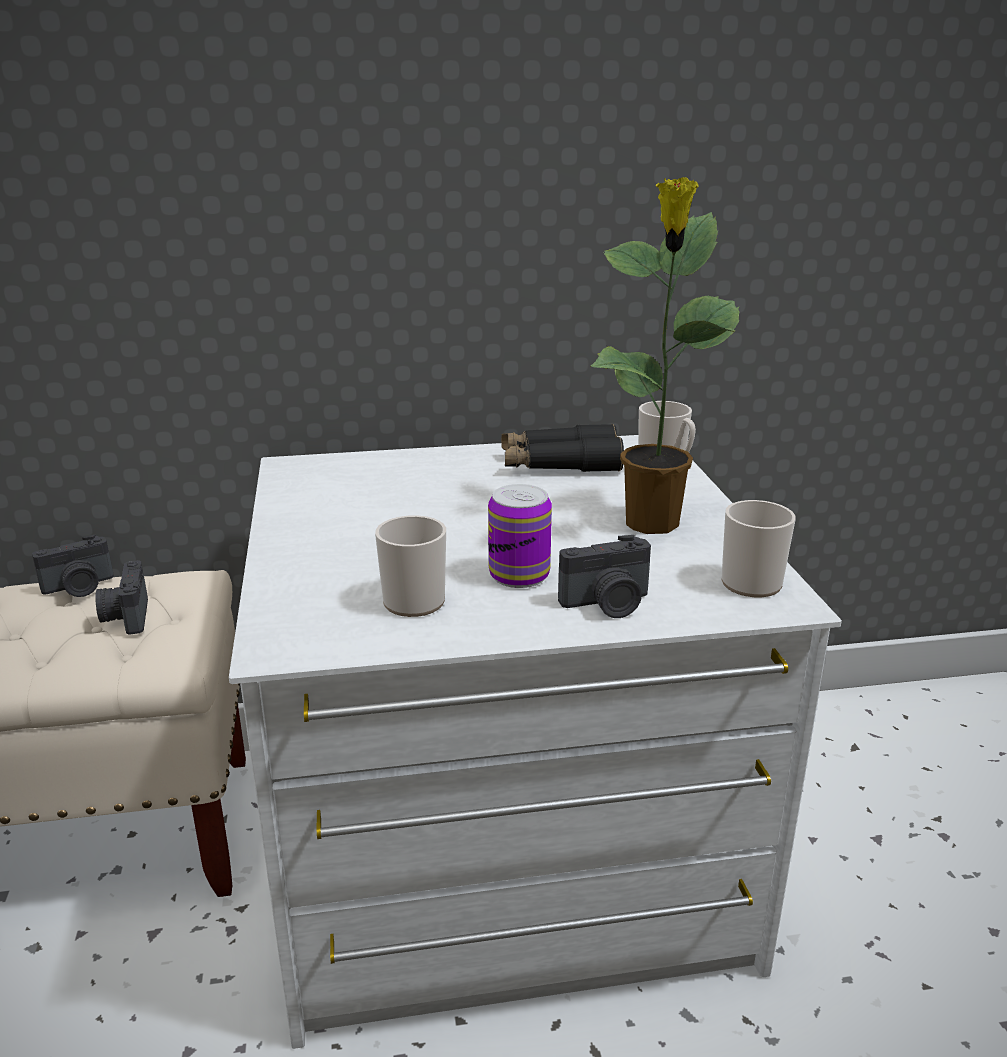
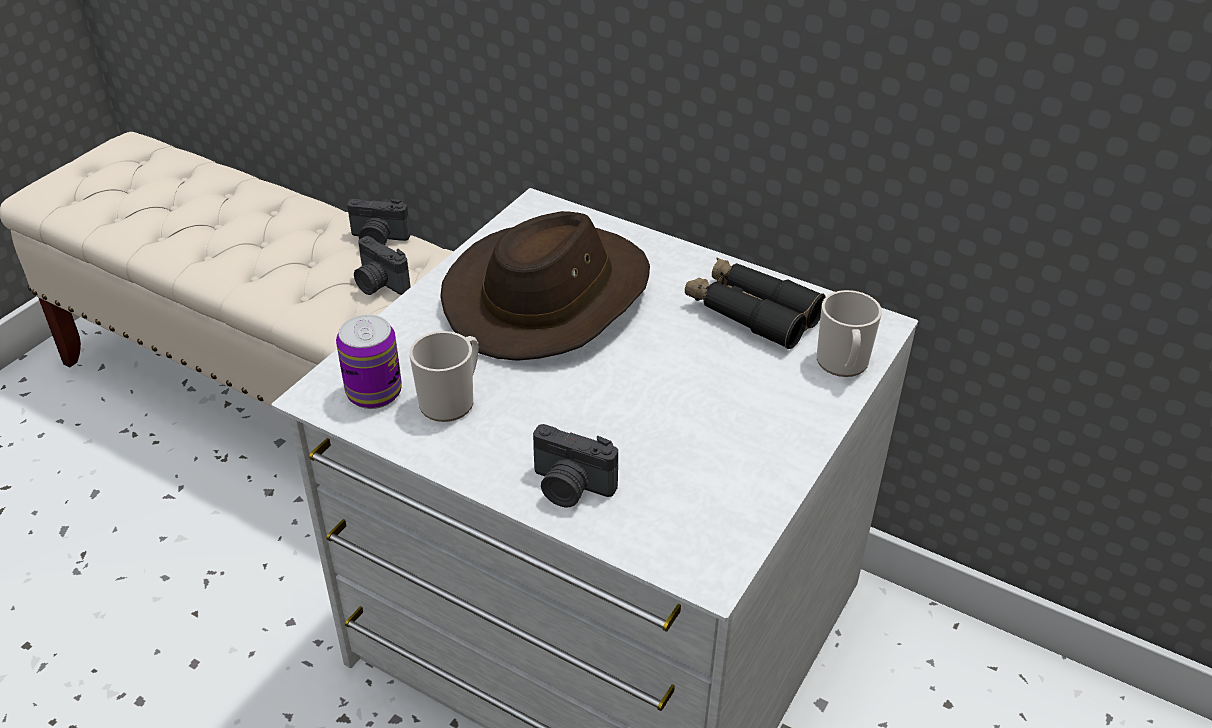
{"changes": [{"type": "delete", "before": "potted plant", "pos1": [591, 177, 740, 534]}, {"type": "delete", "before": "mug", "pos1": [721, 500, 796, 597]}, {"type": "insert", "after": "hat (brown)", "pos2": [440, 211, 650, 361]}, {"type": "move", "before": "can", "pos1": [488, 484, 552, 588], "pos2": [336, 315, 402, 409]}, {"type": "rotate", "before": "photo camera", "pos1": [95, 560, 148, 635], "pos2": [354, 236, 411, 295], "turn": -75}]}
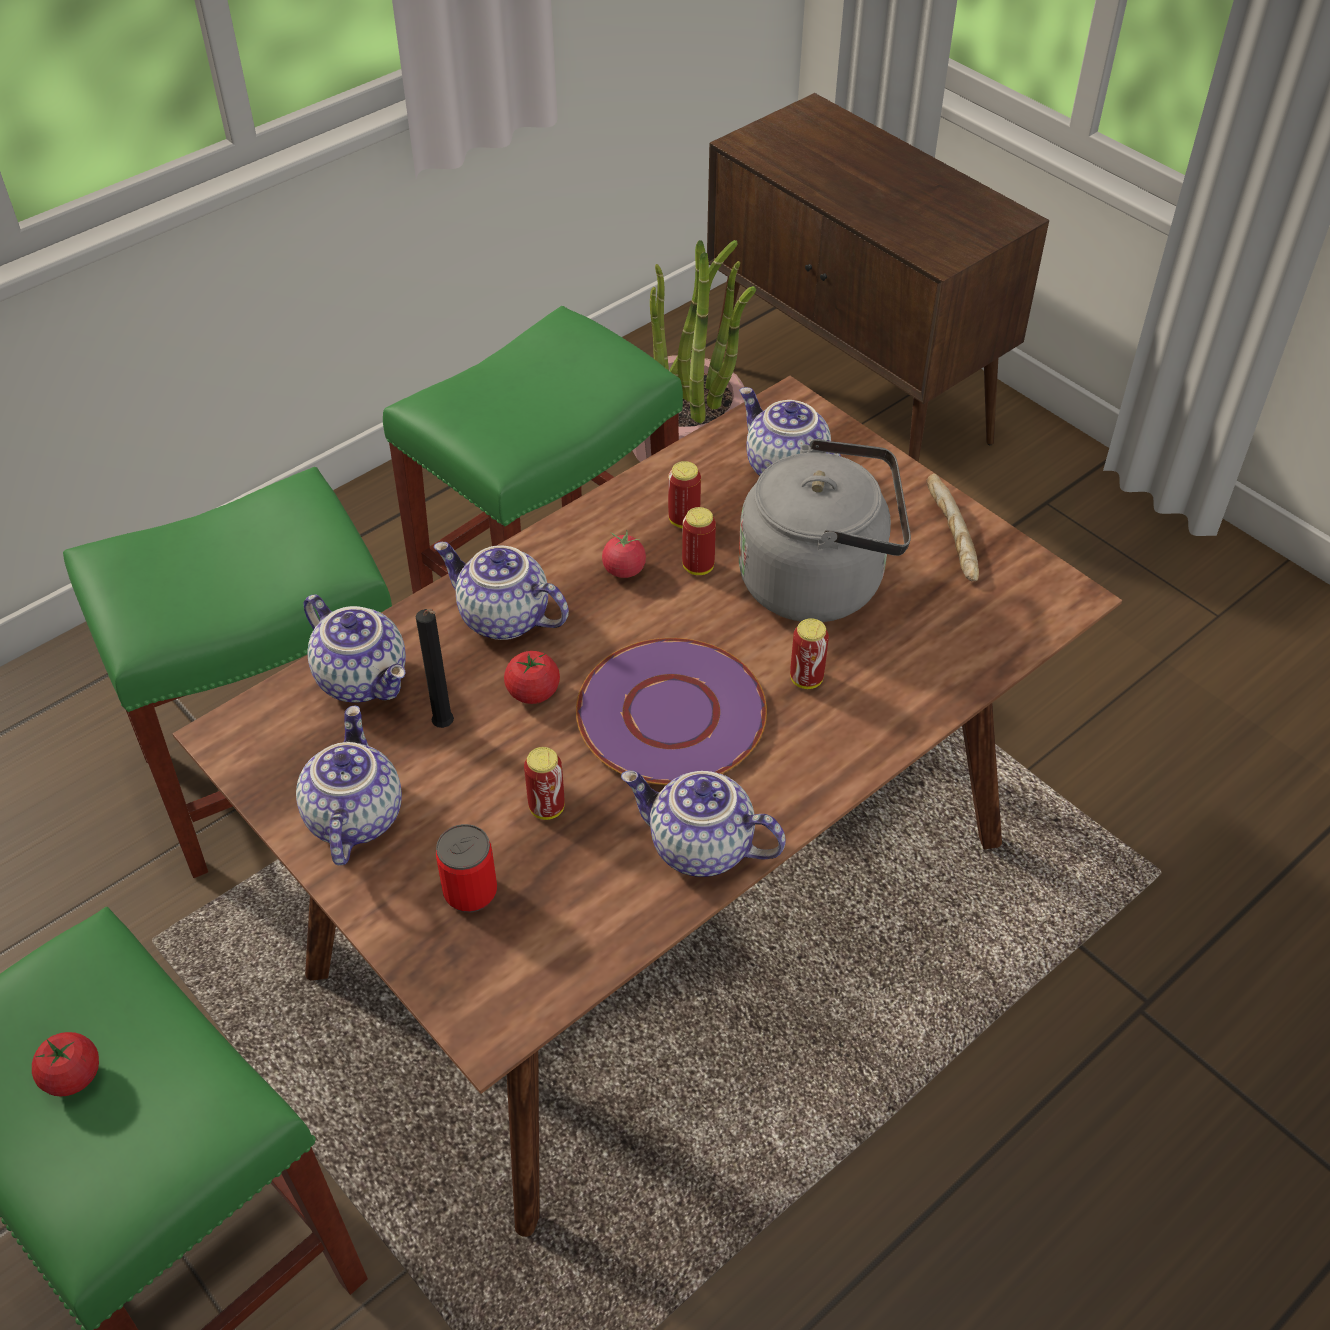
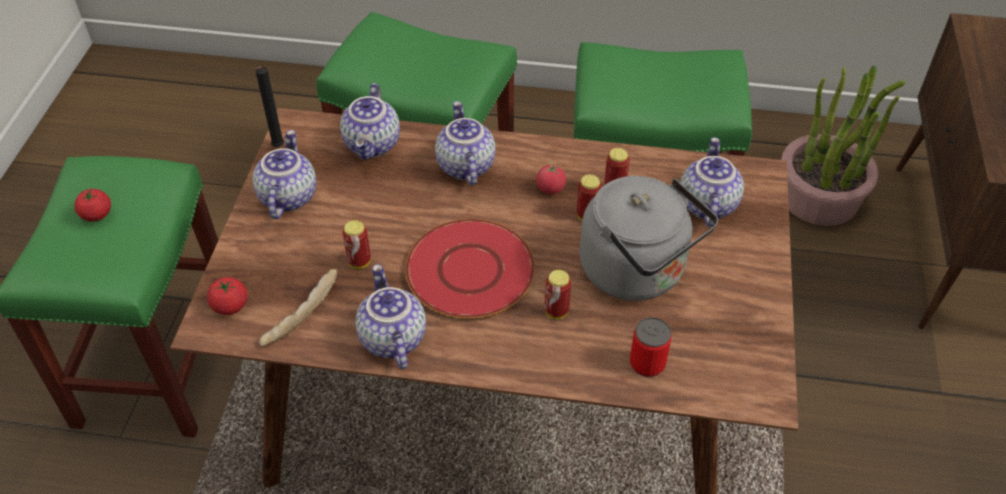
{"changes": [{"type": "move", "before": "candle (black)", "pos1": [416, 609, 454, 728], "pos2": [255, 67, 284, 147]}, {"type": "move", "before": "can", "pos1": [436, 824, 497, 912], "pos2": [630, 317, 671, 377]}, {"type": "move", "before": "tomato", "pos1": [504, 651, 560, 704], "pos2": [207, 277, 248, 315]}, {"type": "move", "before": "bread", "pos1": [926, 473, 979, 581], "pos2": [259, 269, 337, 347]}, {"type": "recolor", "before": "plate (purple)", "after": "plate (red)", "pos1": [576, 638, 767, 785], "pos2": [405, 219, 535, 318]}, {"type": "rotate", "before": "teapot", "pos1": [296, 706, 402, 866], "pos2": [252, 130, 316, 219], "turn": -45}]}
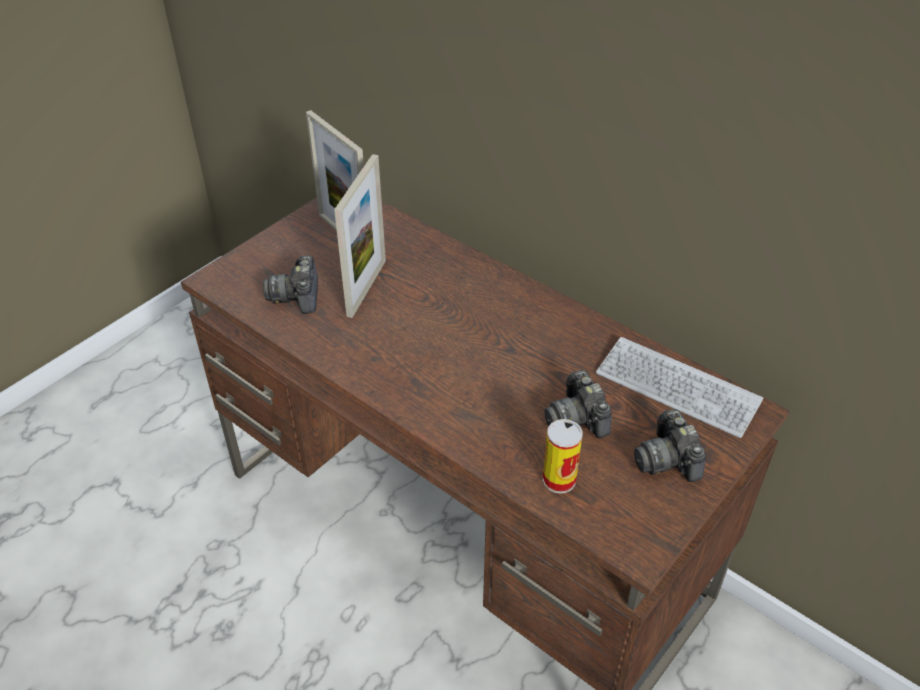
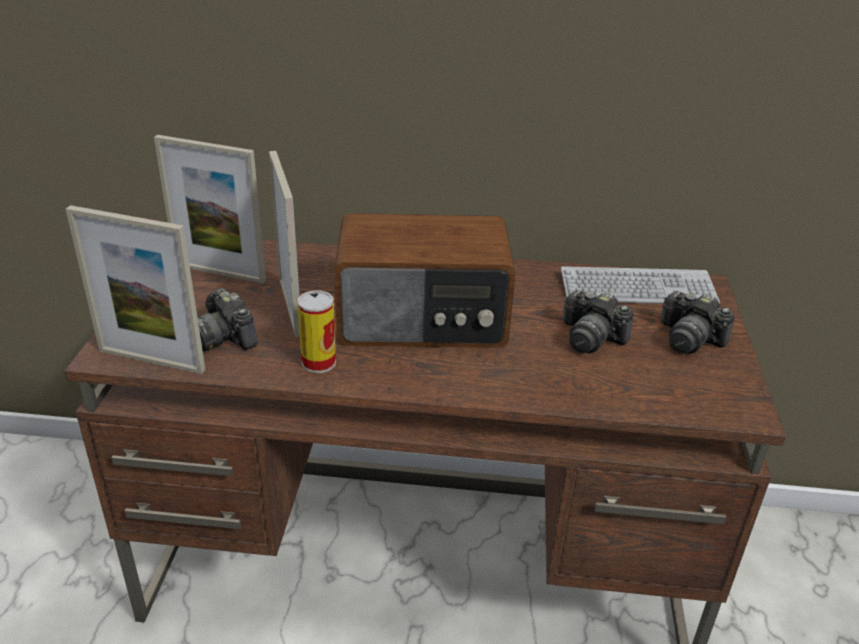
{"changes": [{"type": "insert", "after": "picture frame", "pos2": [66, 205, 205, 374]}, {"type": "insert", "after": "radio", "pos2": [334, 213, 516, 348]}, {"type": "move", "before": "can", "pos1": [543, 419, 583, 494], "pos2": [297, 291, 336, 373]}]}
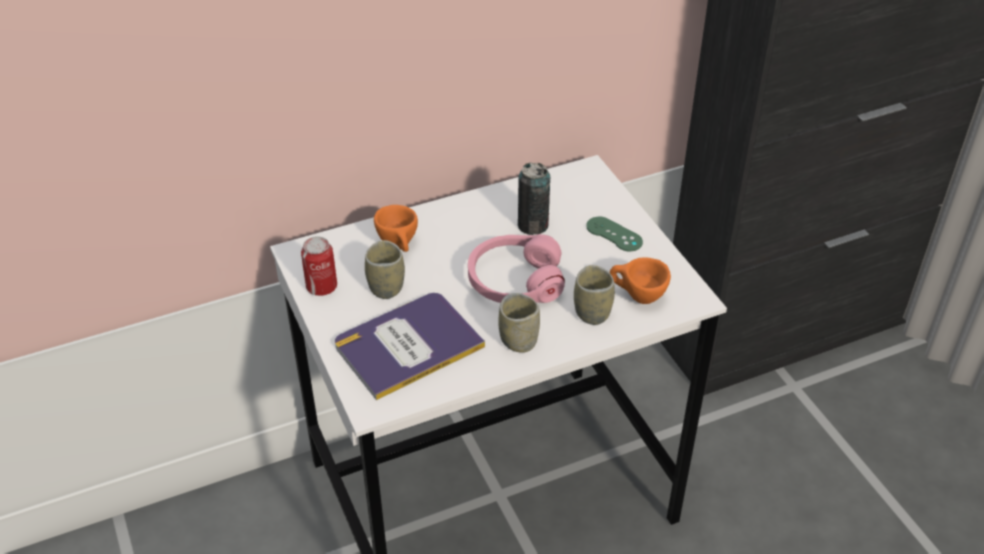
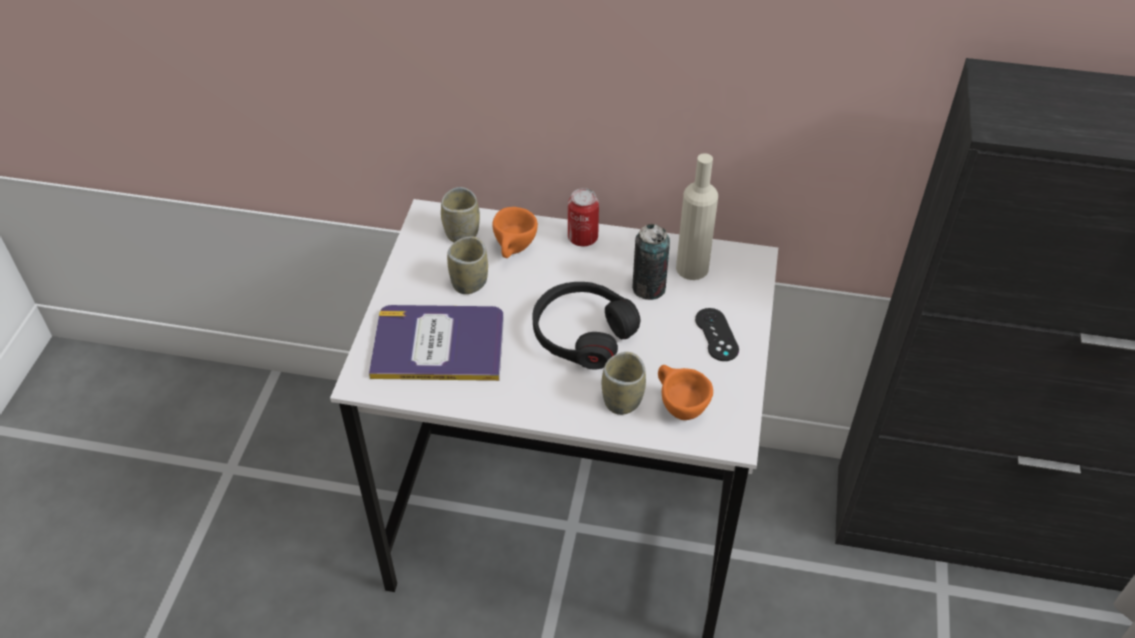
{"changes": [{"type": "insert", "after": "bottle (beige)", "pos2": [676, 153, 718, 280]}, {"type": "move", "before": "can", "pos1": [301, 236, 337, 296], "pos2": [568, 188, 599, 246]}, {"type": "move", "before": "cup", "pos1": [498, 293, 540, 353], "pos2": [441, 187, 480, 242]}, {"type": "recolor", "before": "headphones (pink)", "after": "headphones (black)", "pos1": [468, 234, 565, 303], "pos2": [533, 282, 641, 369]}, {"type": "recolor", "before": "game controller (green)", "after": "game controller (black)", "pos1": [586, 217, 643, 251], "pos2": [695, 308, 739, 361]}]}
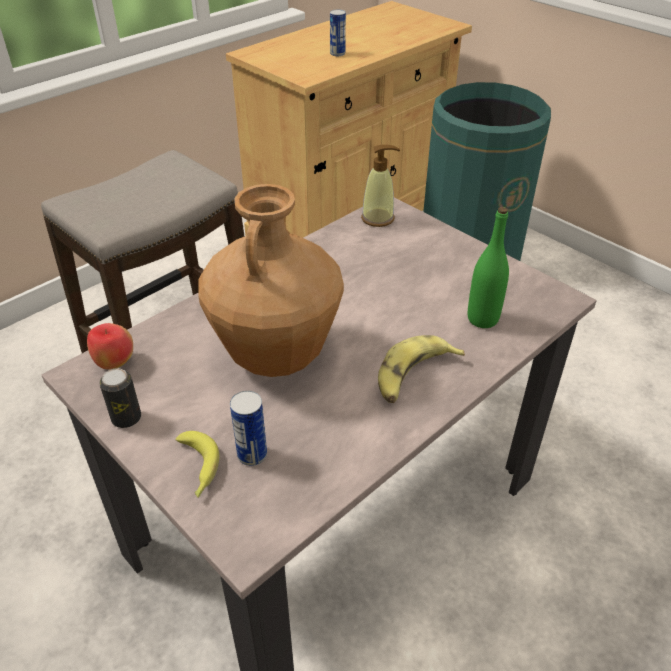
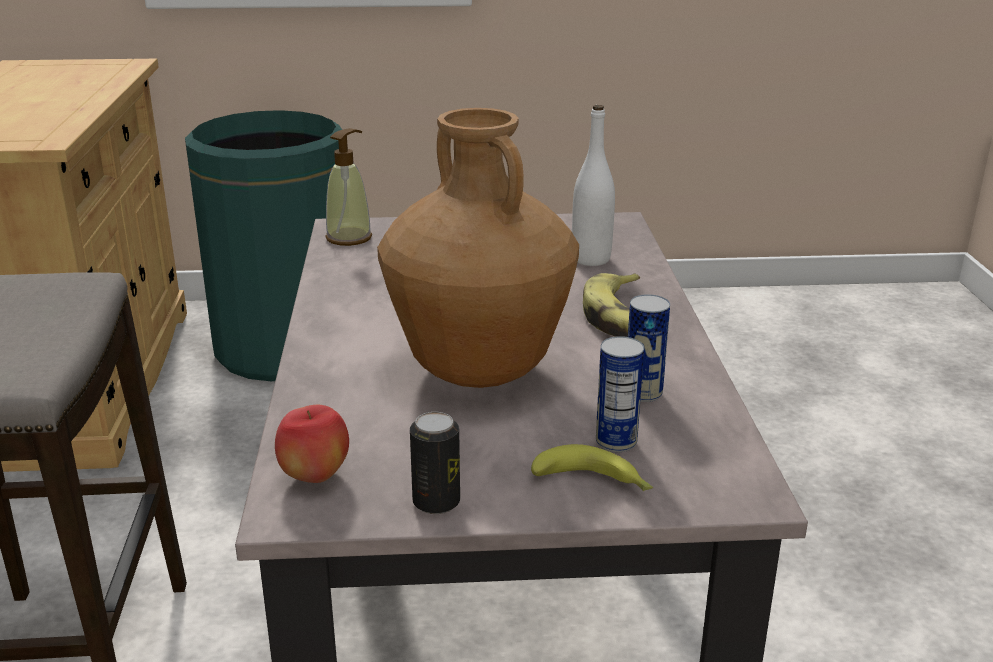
{"changes": [{"type": "move", "before": "can", "pos1": [330, 9, 346, 56], "pos2": [628, 294, 670, 402]}, {"type": "recolor", "before": "bottle (green)", "after": "bottle (white)", "pos1": [468, 207, 509, 328], "pos2": [572, 105, 615, 266]}]}
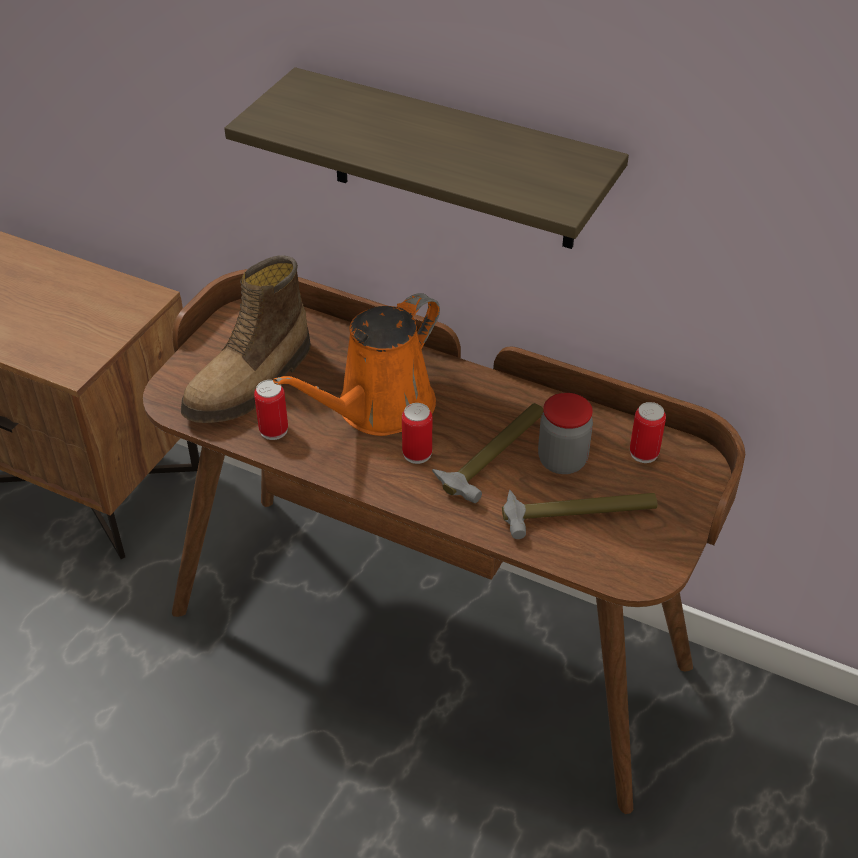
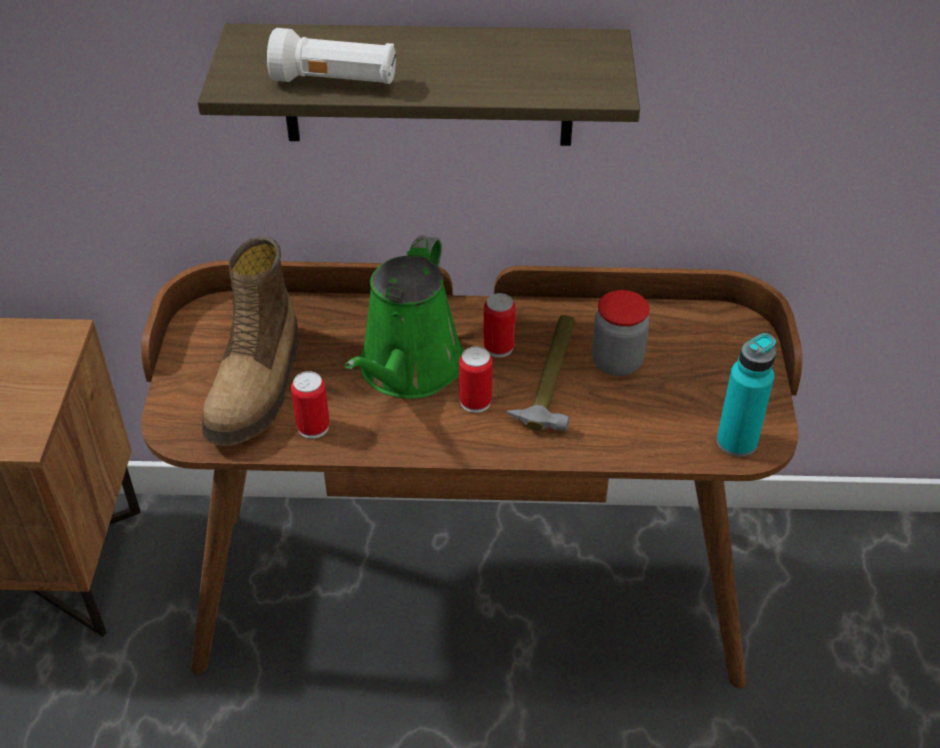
{"changes": [{"type": "delete", "before": "hammer", "pos1": [502, 490, 657, 539]}, {"type": "insert", "after": "flashlight (white)", "pos2": [267, 28, 396, 84]}, {"type": "insert", "after": "bottle (turquoise)", "pos2": [717, 333, 776, 457]}, {"type": "move", "before": "can", "pos1": [630, 402, 666, 463], "pos2": [483, 293, 516, 358]}, {"type": "recolor", "before": "watering can (orange)", "after": "watering can (green)", "pos1": [273, 293, 440, 436], "pos2": [345, 235, 464, 399]}]}
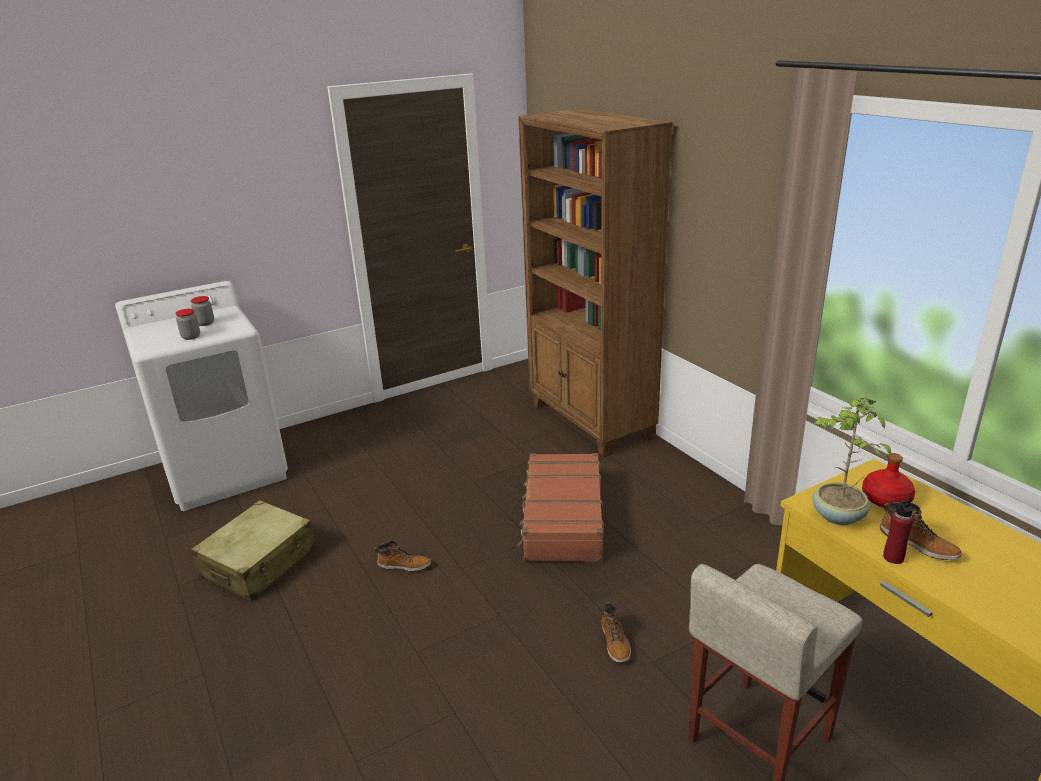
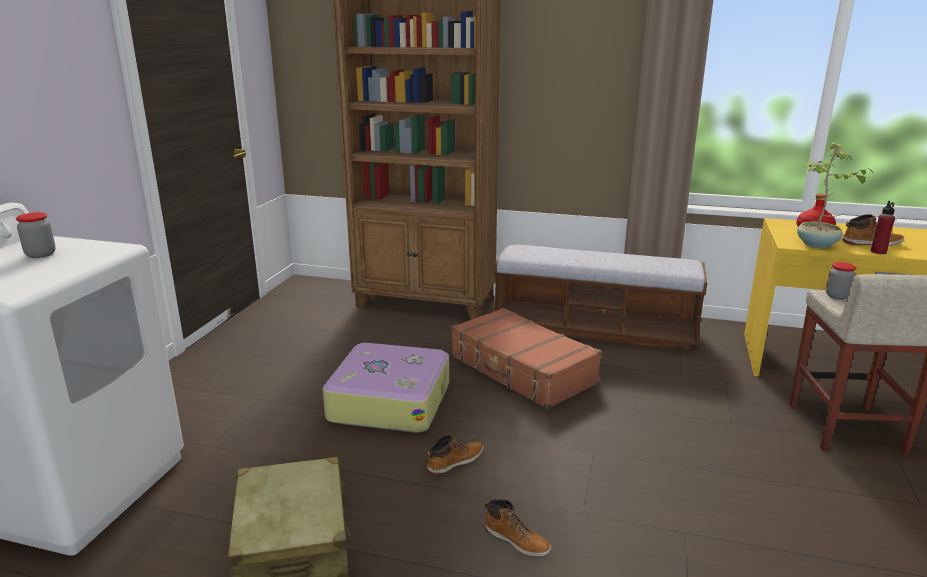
{"changes": [{"type": "insert", "after": "suitcase", "pos2": [322, 343, 449, 433]}, {"type": "insert", "after": "bench", "pos2": [494, 245, 707, 350]}, {"type": "move", "before": "jar", "pos1": [175, 309, 200, 340], "pos2": [826, 262, 857, 300]}, {"type": "move", "before": "boot", "pos1": [602, 602, 631, 663], "pos2": [484, 499, 551, 557]}]}
